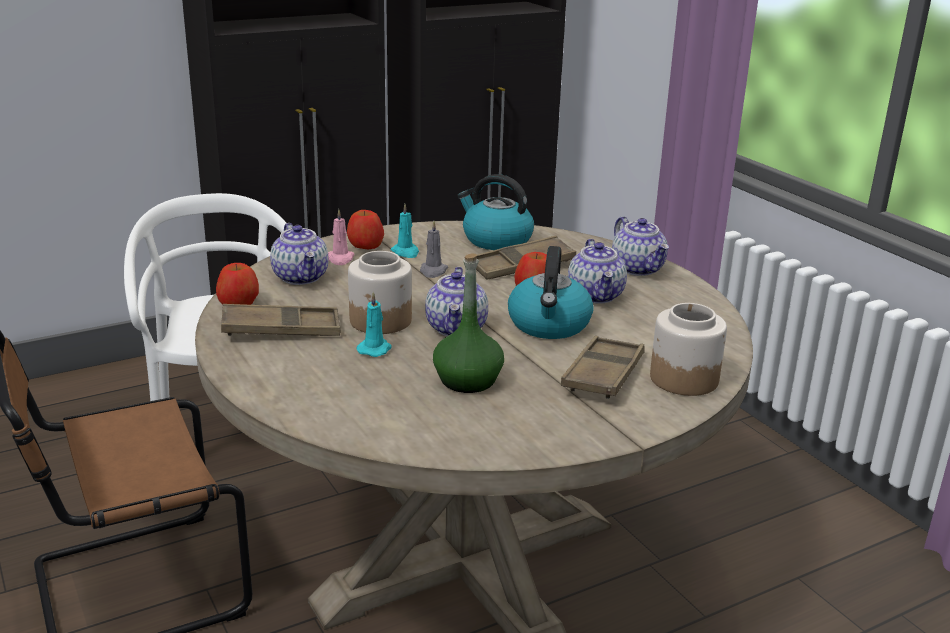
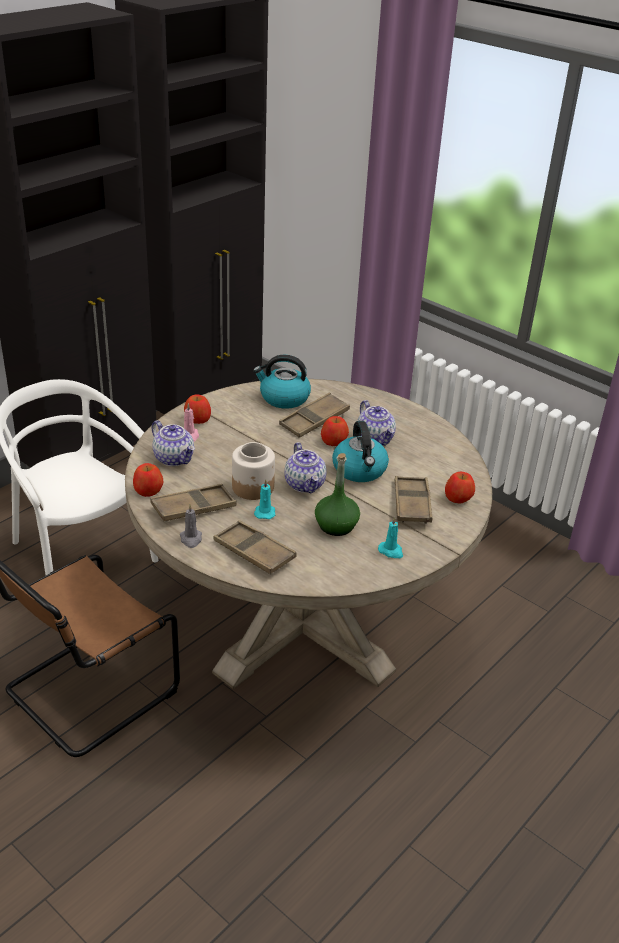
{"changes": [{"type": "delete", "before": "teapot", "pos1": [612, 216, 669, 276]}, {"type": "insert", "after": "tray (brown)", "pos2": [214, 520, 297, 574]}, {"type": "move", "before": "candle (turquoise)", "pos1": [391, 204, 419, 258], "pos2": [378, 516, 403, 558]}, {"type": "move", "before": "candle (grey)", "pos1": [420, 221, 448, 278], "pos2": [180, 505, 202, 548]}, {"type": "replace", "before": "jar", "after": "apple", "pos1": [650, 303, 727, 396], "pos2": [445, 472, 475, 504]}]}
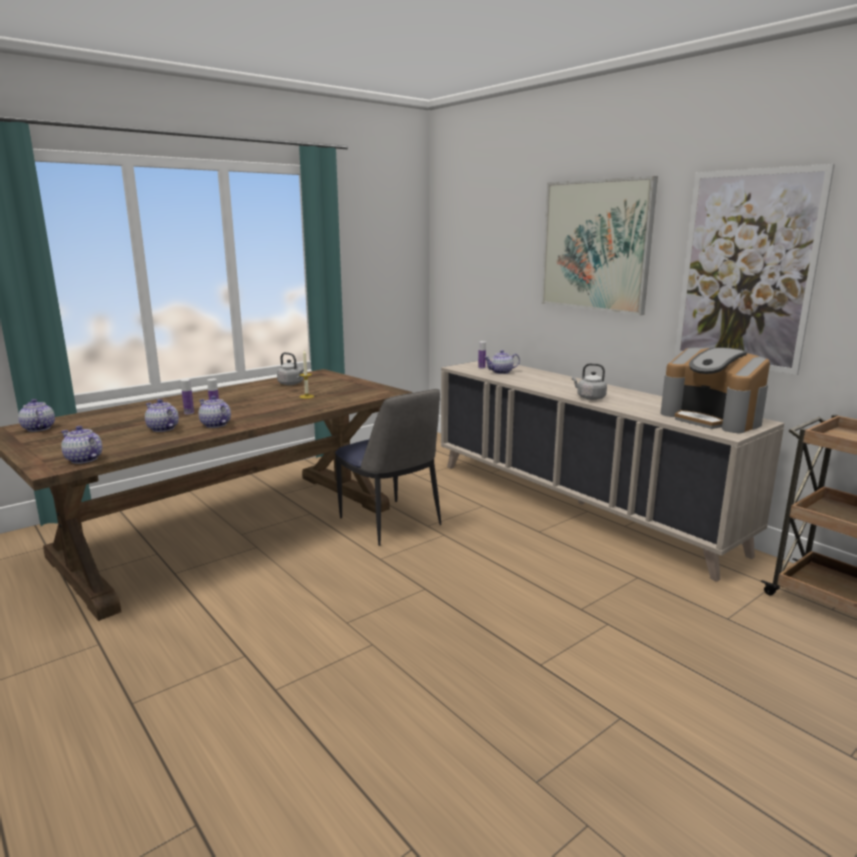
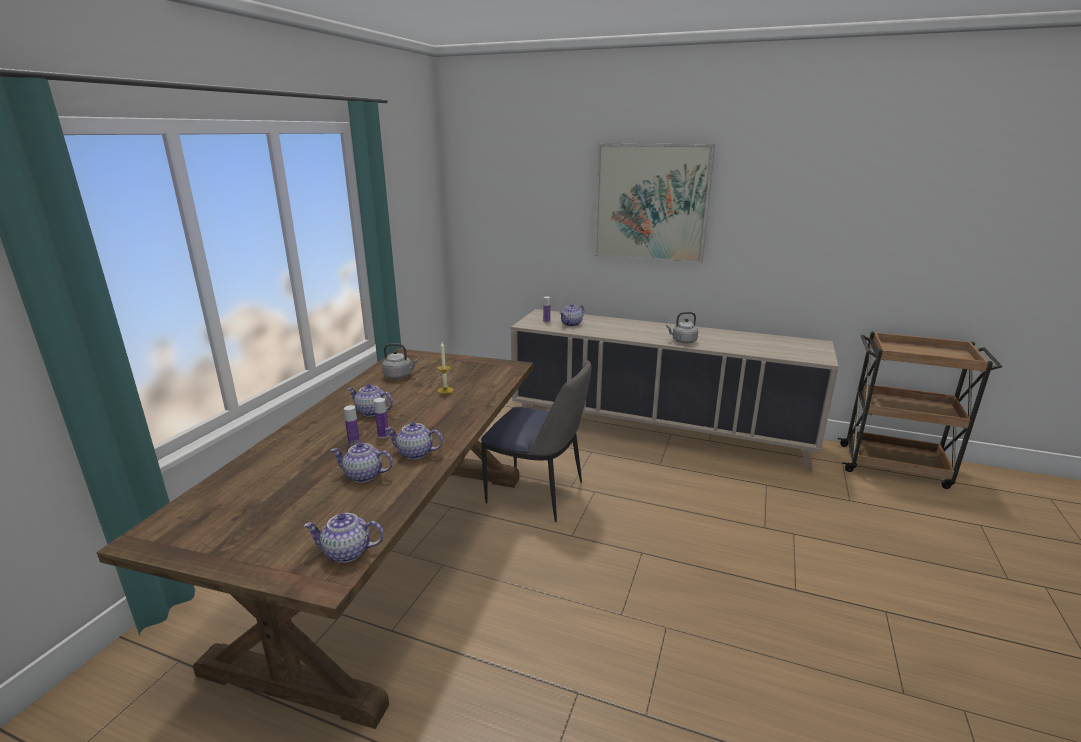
{"changes": [{"type": "delete", "before": "coffee machine", "pos1": [661, 347, 770, 433]}, {"type": "delete", "before": "picture", "pos1": [675, 164, 835, 375]}, {"type": "move", "before": "teapot", "pos1": [18, 399, 55, 432], "pos2": [348, 384, 393, 417]}]}
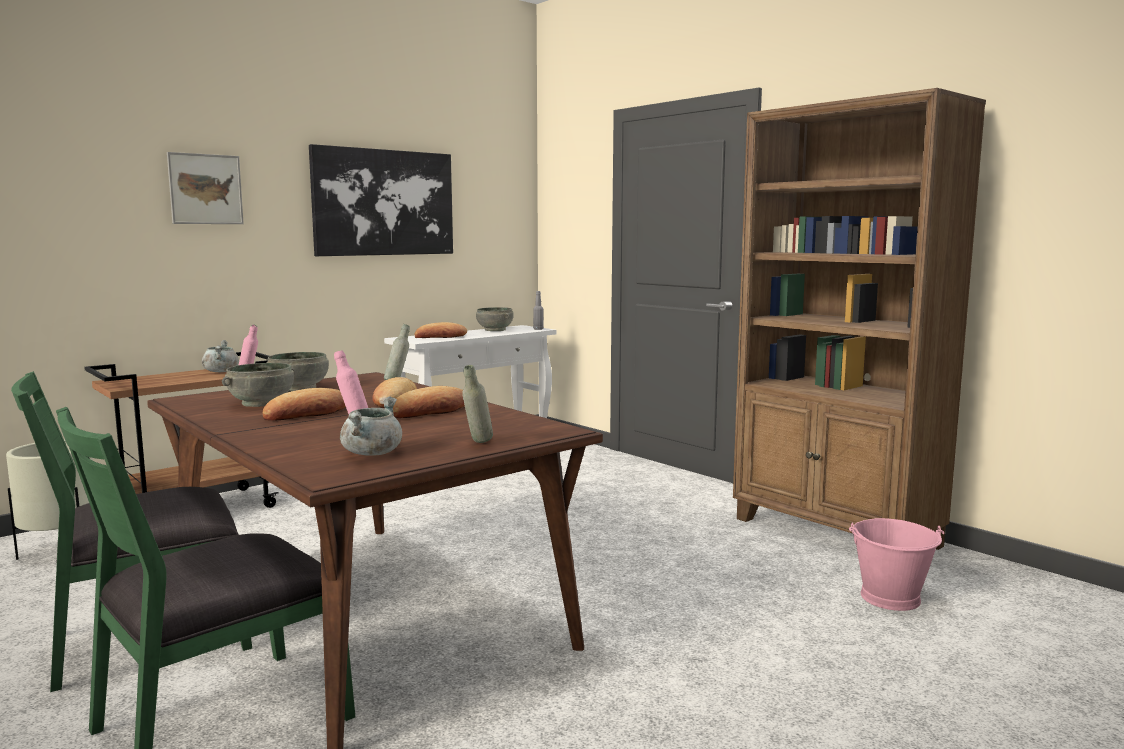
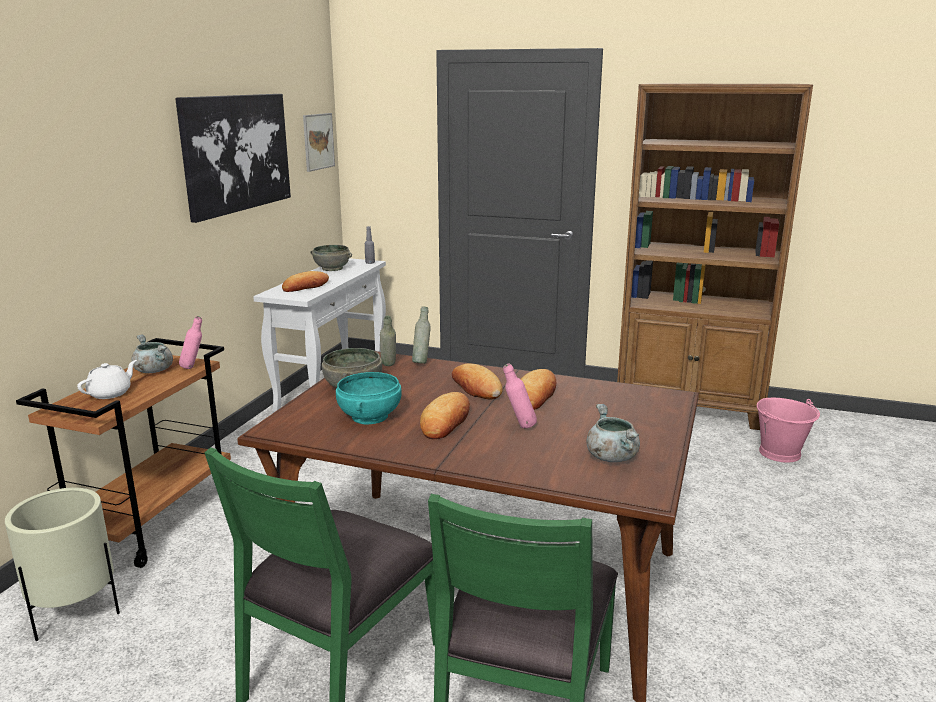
{"changes": [{"type": "insert", "after": "teapot (white)", "pos2": [77, 360, 137, 399]}, {"type": "move", "before": "picture", "pos1": [167, 152, 244, 224], "pos2": [303, 113, 335, 172]}, {"type": "move", "before": "bottle (grey)", "pos1": [462, 365, 493, 443], "pos2": [380, 316, 396, 366]}, {"type": "recolor", "before": "bowl (grey)", "after": "bowl (turquoise)", "pos1": [222, 363, 295, 407], "pos2": [336, 372, 402, 425]}]}
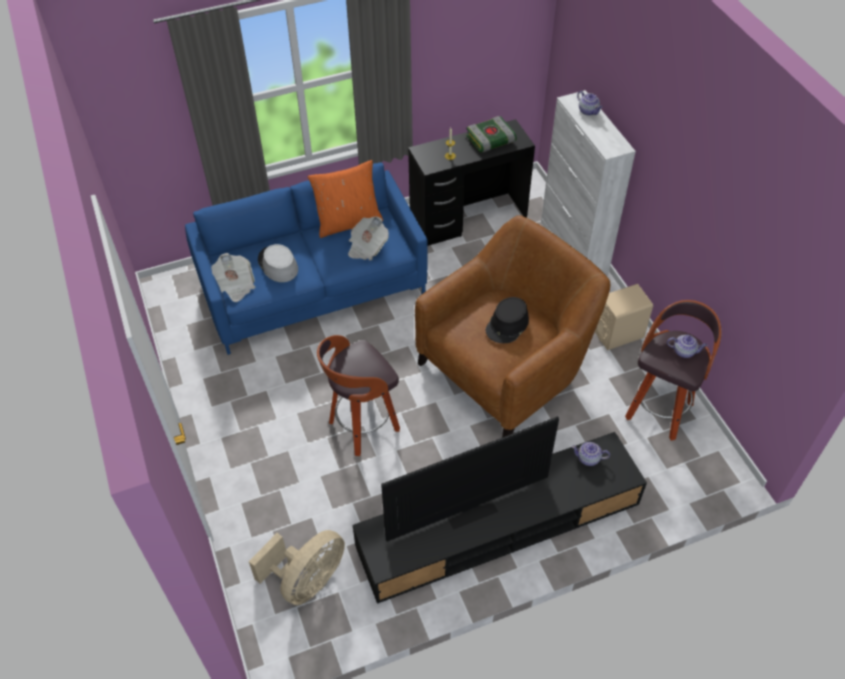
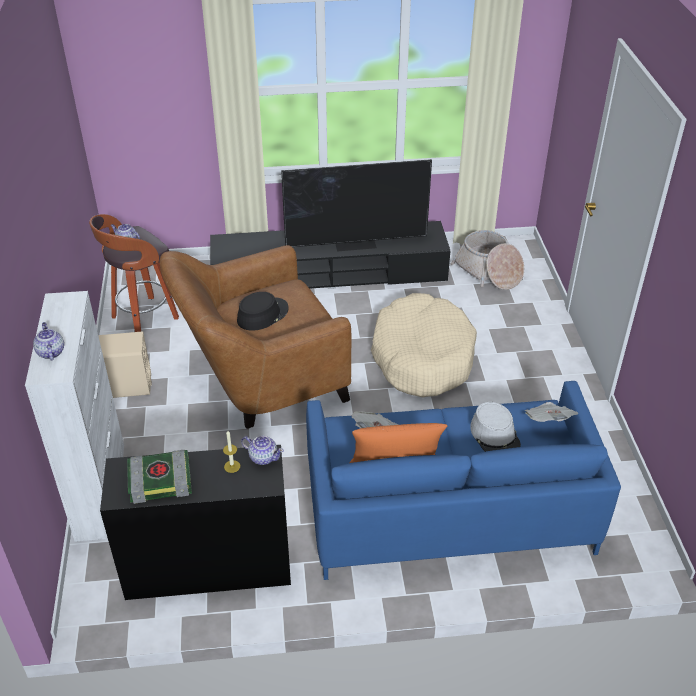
{"changes": [{"type": "move", "before": "teapot", "pos1": [571, 442, 610, 466], "pos2": [241, 436, 284, 465]}, {"type": "replace", "before": "fan (beige)", "after": "basket", "pos1": [249, 530, 345, 605], "pos2": [451, 230, 524, 290]}, {"type": "replace", "before": "stool", "after": "dog bed (beige)", "pos1": [317, 335, 400, 456], "pos2": [371, 293, 477, 398]}]}
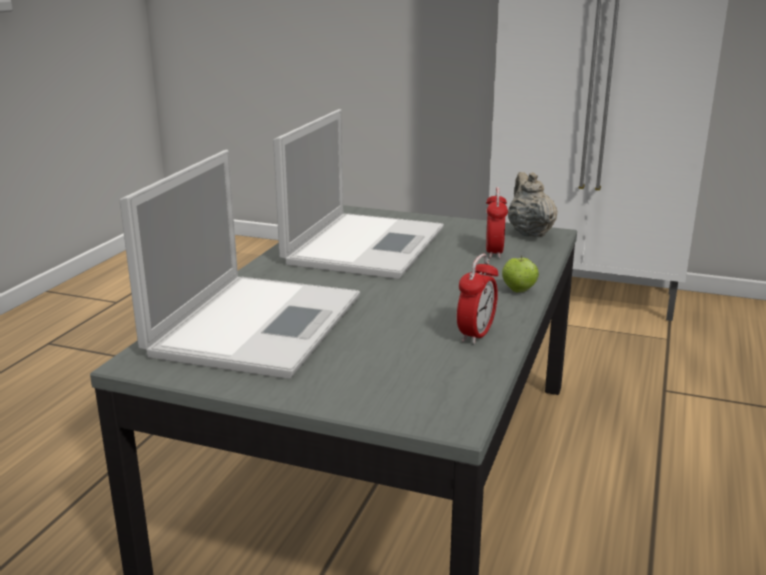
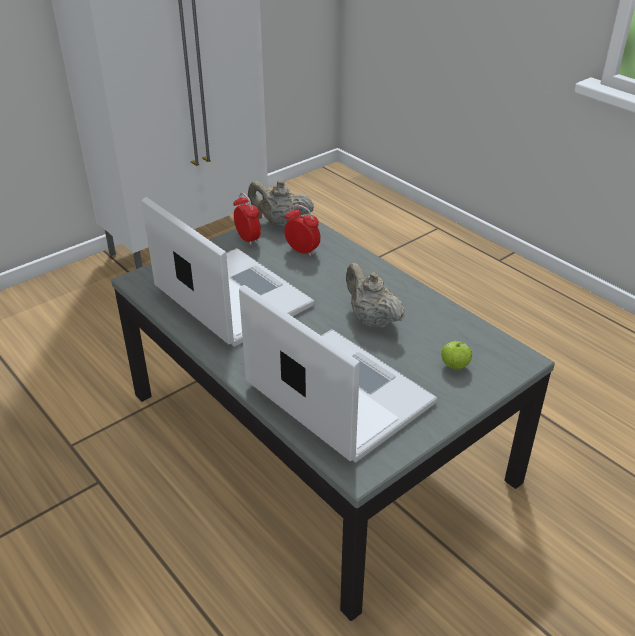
{"changes": [{"type": "insert", "after": "teapot (beige)", "pos2": [346, 263, 405, 328]}, {"type": "move", "before": "alarm clock", "pos1": [457, 254, 498, 344], "pos2": [234, 193, 261, 246]}, {"type": "move", "before": "apple", "pos1": [502, 255, 539, 293], "pos2": [441, 341, 472, 370]}]}
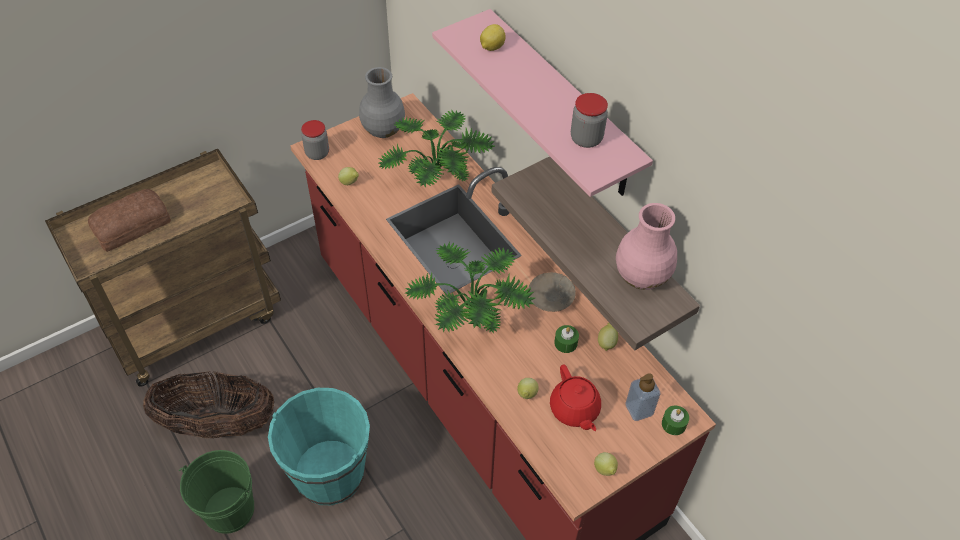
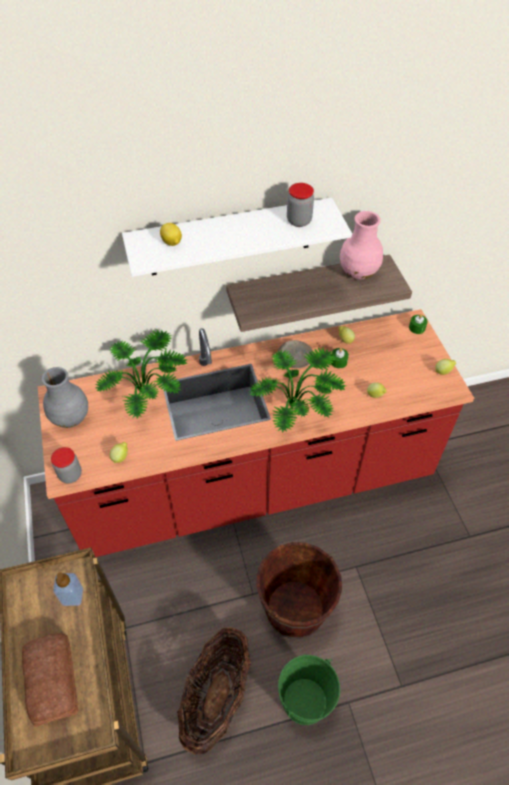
{"changes": [{"type": "delete", "before": "teapot (red)", "pos1": [550, 365, 601, 431]}, {"type": "move", "before": "soap dispenser", "pos1": [625, 373, 660, 421], "pos2": [53, 572, 83, 606]}, {"type": "recolor", "before": "bucket (turquoise)", "after": "bucket (brown)", "pos1": [268, 388, 370, 505], "pos2": [256, 542, 342, 639]}, {"type": "recolor", "before": "shelf (pink)", "after": "shelf (white)", "pos1": [432, 9, 653, 197], "pos2": [122, 198, 352, 277]}]}
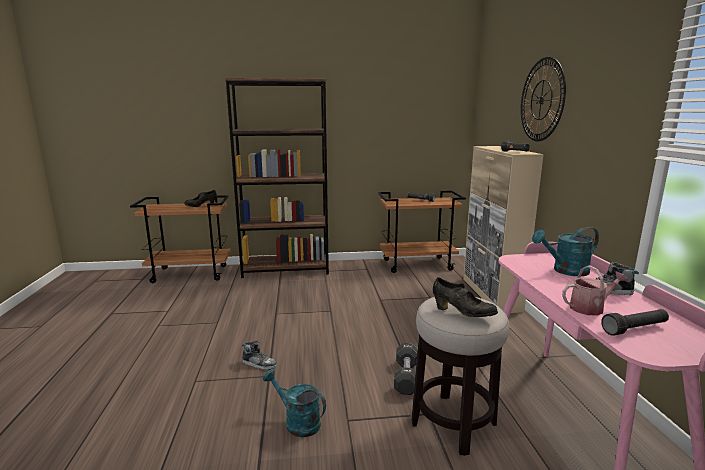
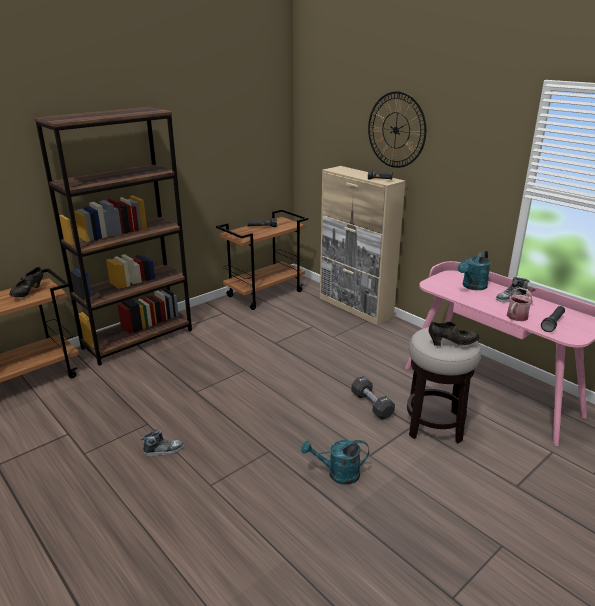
{"changes": [{"type": "move", "before": "shoe", "pos1": [242, 341, 277, 370], "pos2": [141, 429, 184, 456]}]}
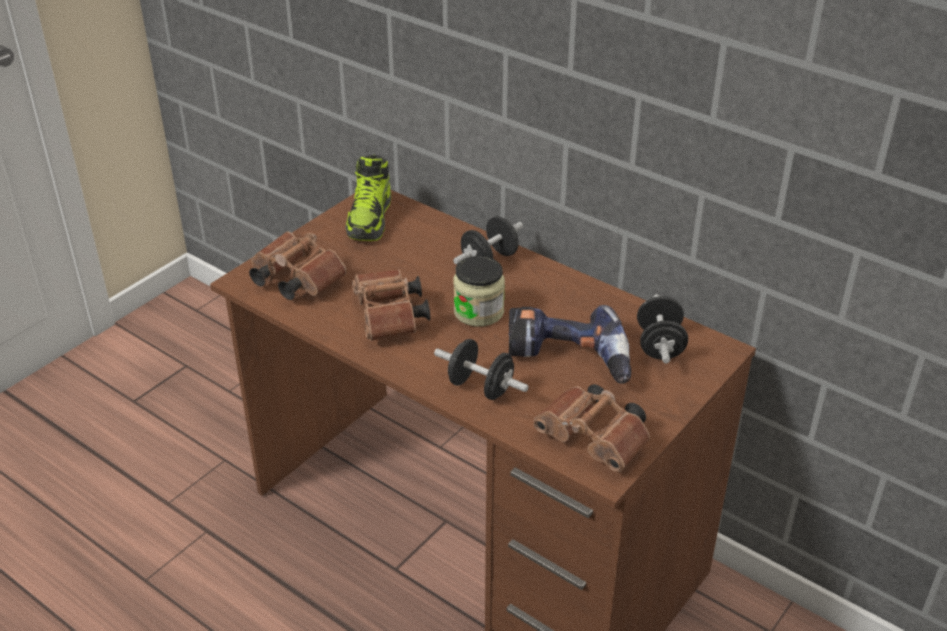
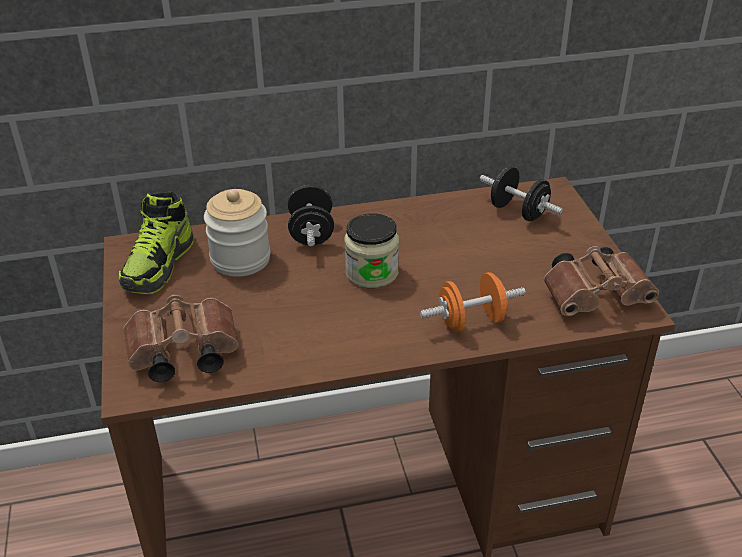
{"changes": [{"type": "delete", "before": "binoculars (brown)", "pos1": [352, 269, 430, 341]}, {"type": "delete", "before": "power drill", "pos1": [509, 305, 631, 384]}, {"type": "insert", "after": "jar", "pos2": [204, 189, 270, 277]}, {"type": "recolor", "before": "dumbbell (black)", "after": "dumbbell (orange)", "pos1": [434, 339, 529, 400], "pos2": [420, 272, 526, 332]}, {"type": "rotate", "before": "shoe", "pos1": [345, 155, 391, 241], "pos2": [118, 191, 194, 294], "turn": 60}]}
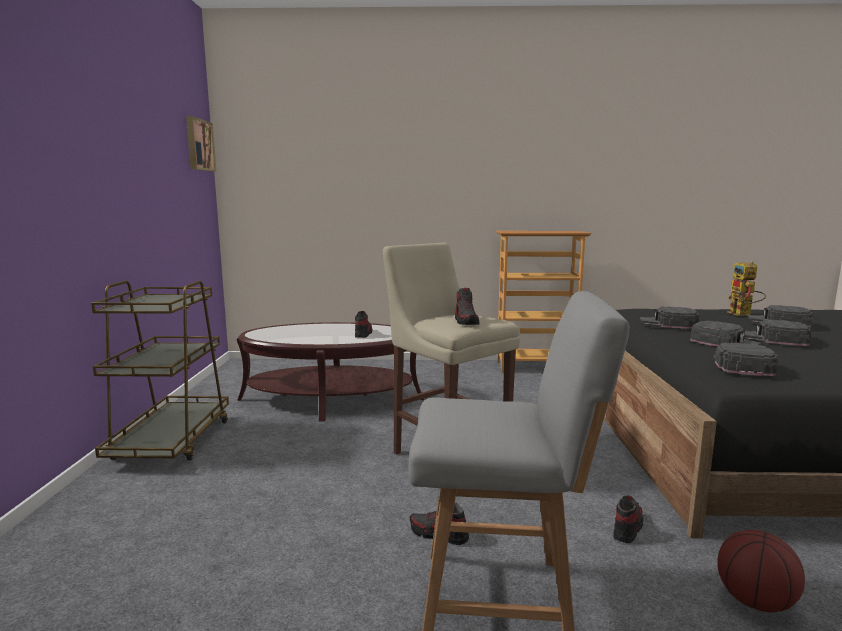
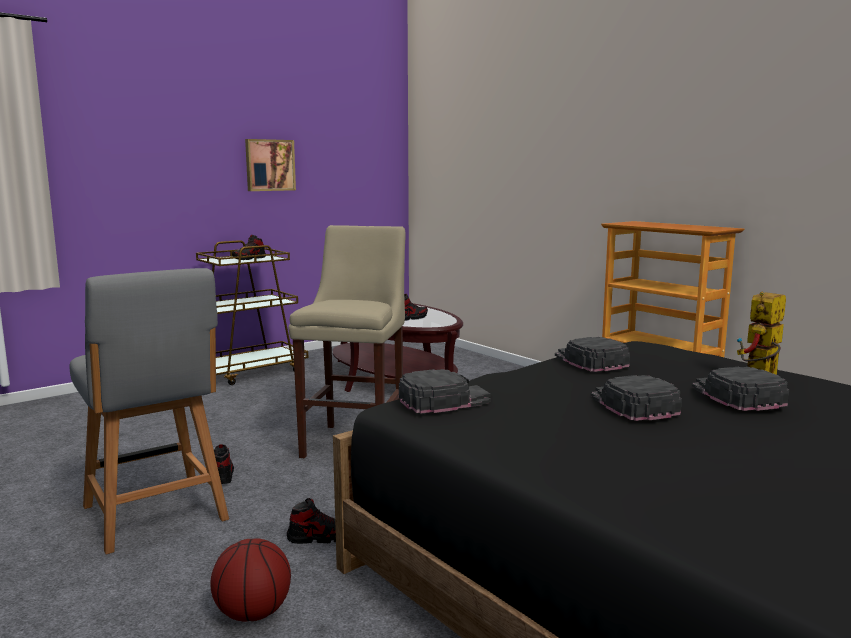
{"changes": [{"type": "delete", "before": "cap (black)", "pos1": [690, 321, 762, 347]}, {"type": "move", "before": "picture", "pos1": [186, 116, 217, 172], "pos2": [245, 139, 296, 191]}, {"type": "move", "before": "shoe", "pos1": [455, 288, 479, 325], "pos2": [232, 235, 266, 260]}]}
